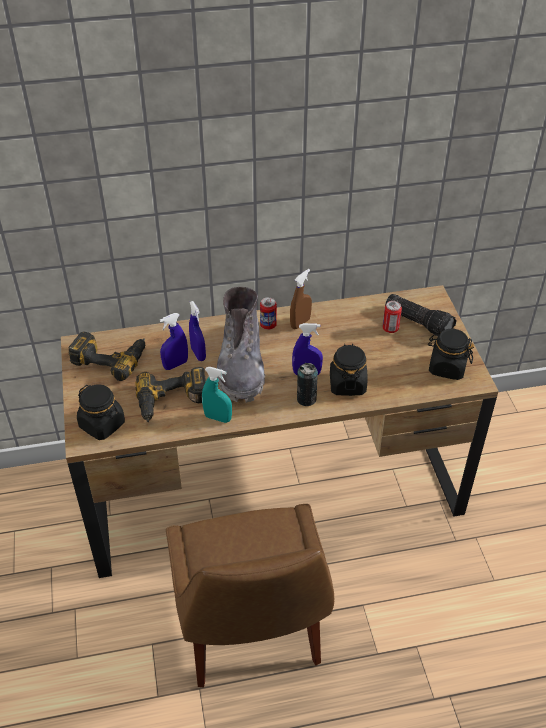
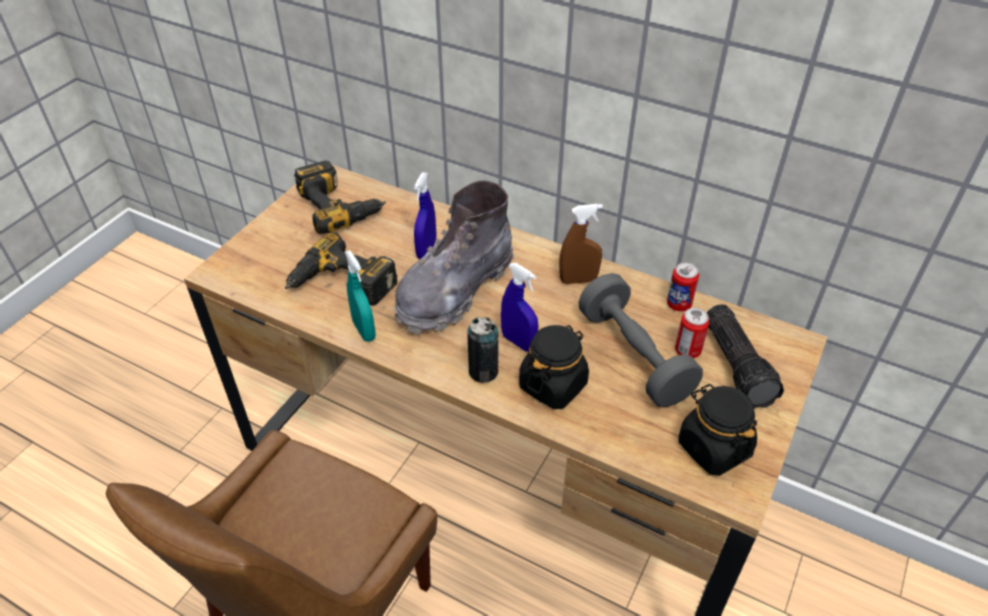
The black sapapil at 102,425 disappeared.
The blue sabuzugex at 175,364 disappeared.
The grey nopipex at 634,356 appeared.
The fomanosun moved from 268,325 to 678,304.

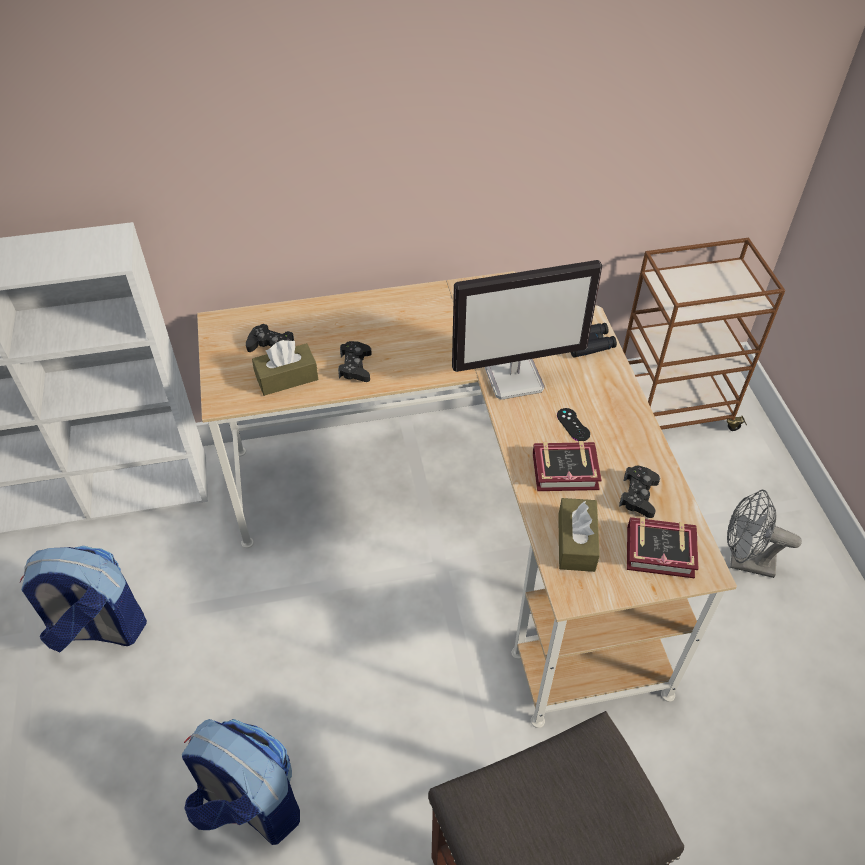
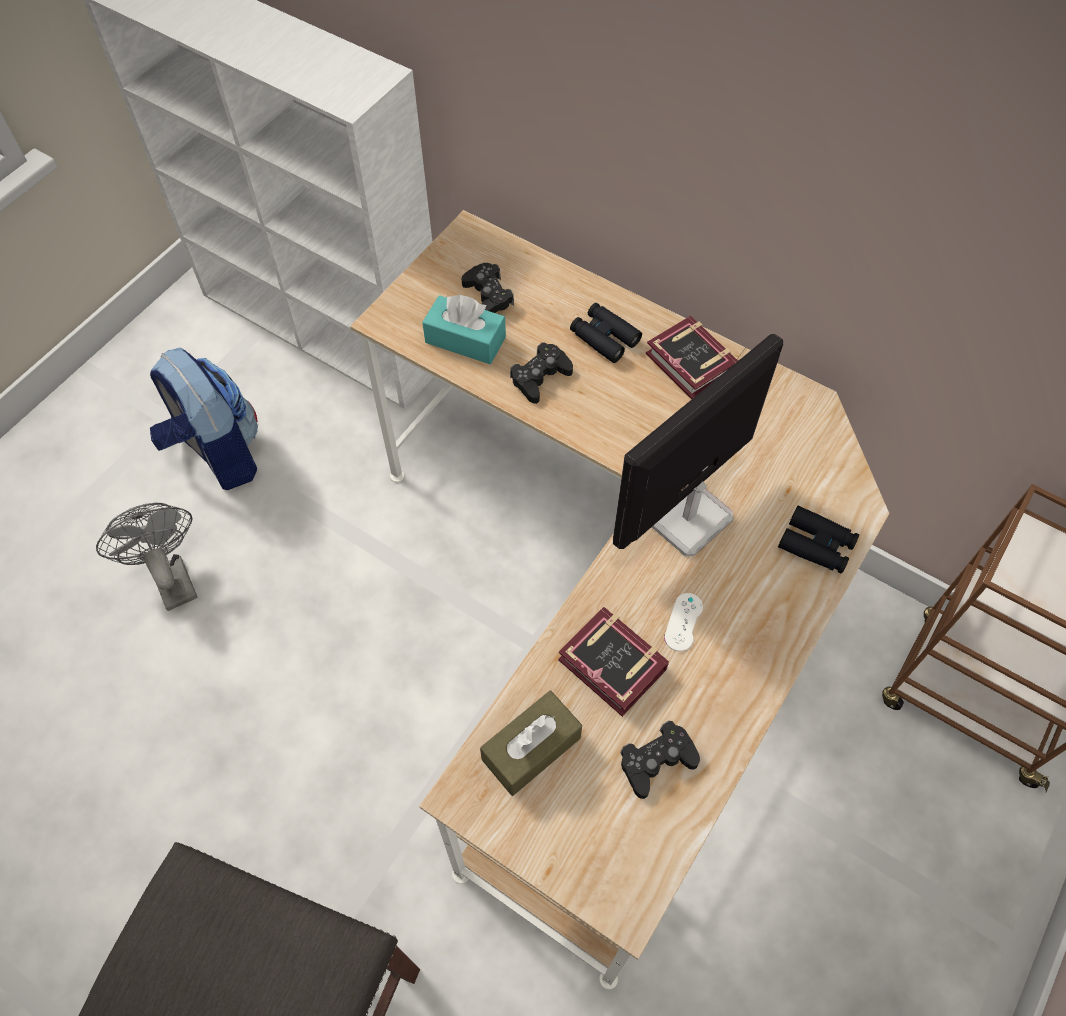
The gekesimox at 250,803 disappeared.
The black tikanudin at 604,337 appeared.
The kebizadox moved from 663,554 to 691,366.
The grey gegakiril moved from 744,562 to 171,577.
The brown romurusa at 287,378 became the turquoise romurusa at 465,340.
The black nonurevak at 573,425 became the white nonurevak at 683,622.
The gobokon at 515,378 turned 105 degrees clockwise.

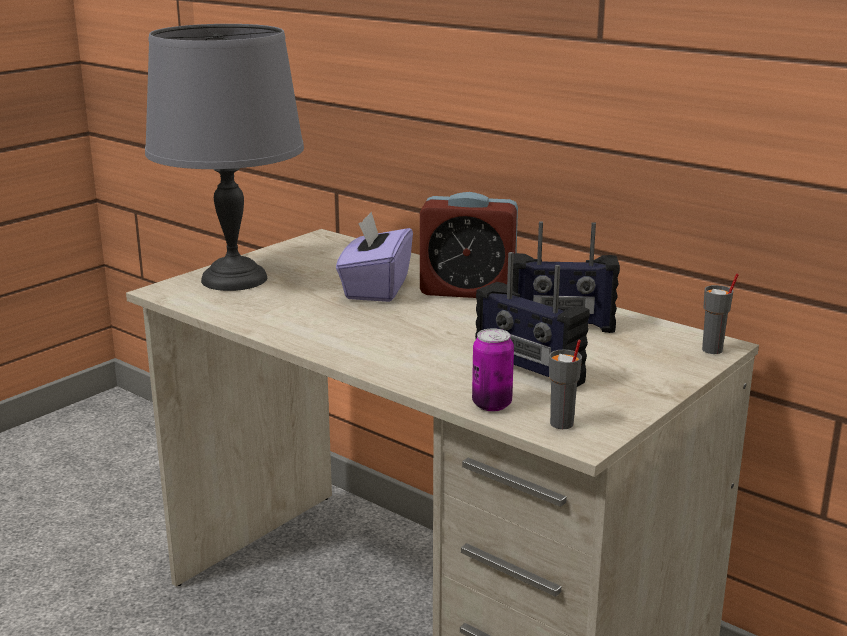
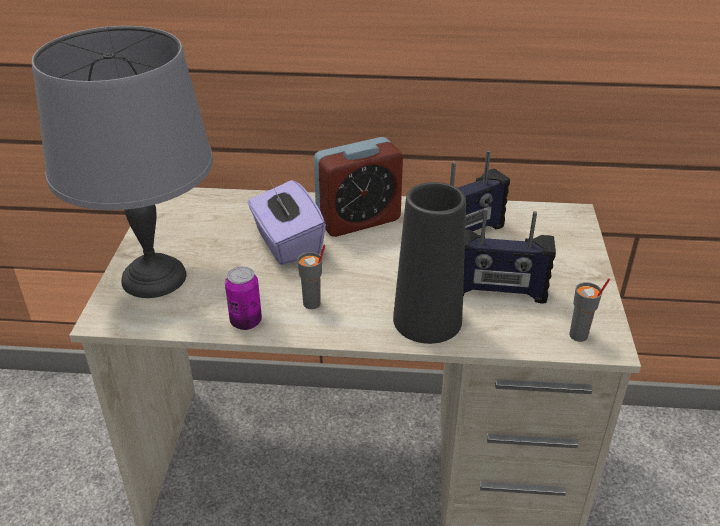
The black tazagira at 427,320 appeared.
The fomanosun moved from 491,404 to 246,322.
The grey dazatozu moved from 712,350 to 312,304.

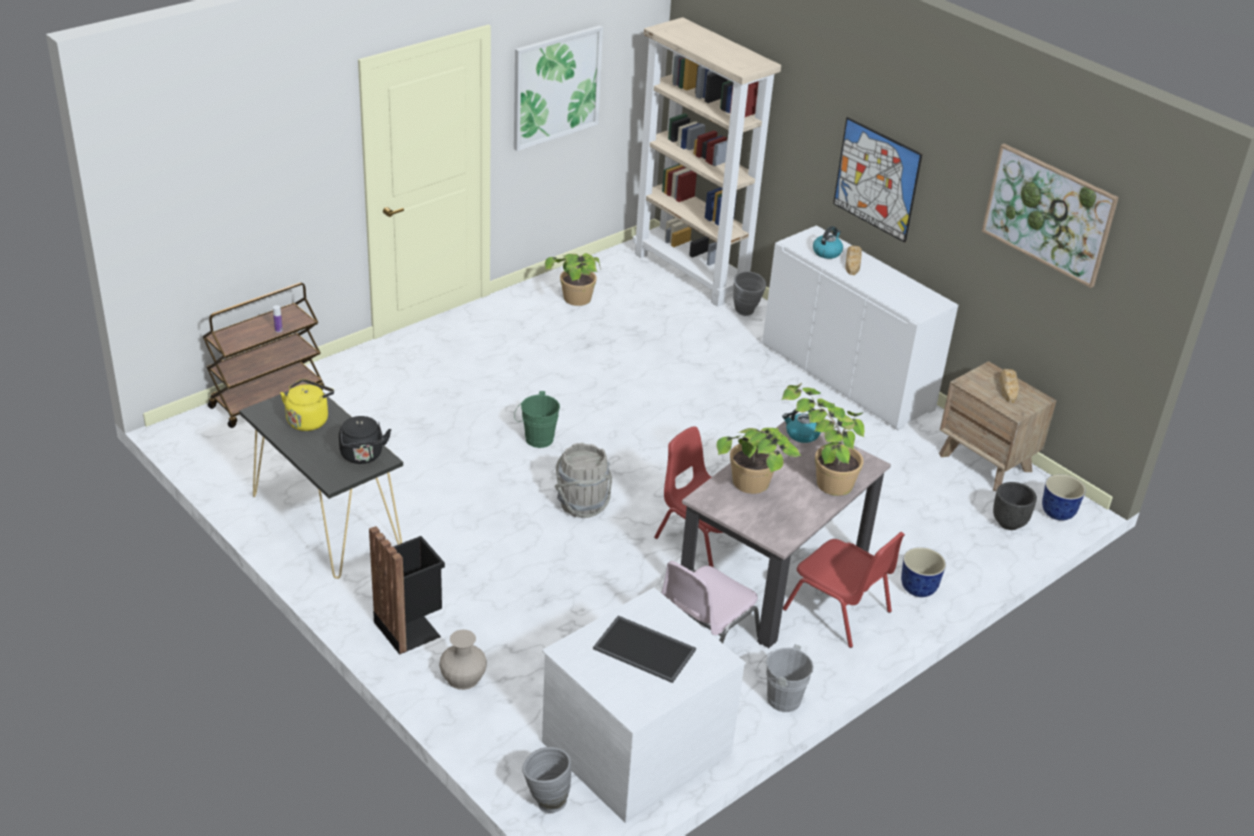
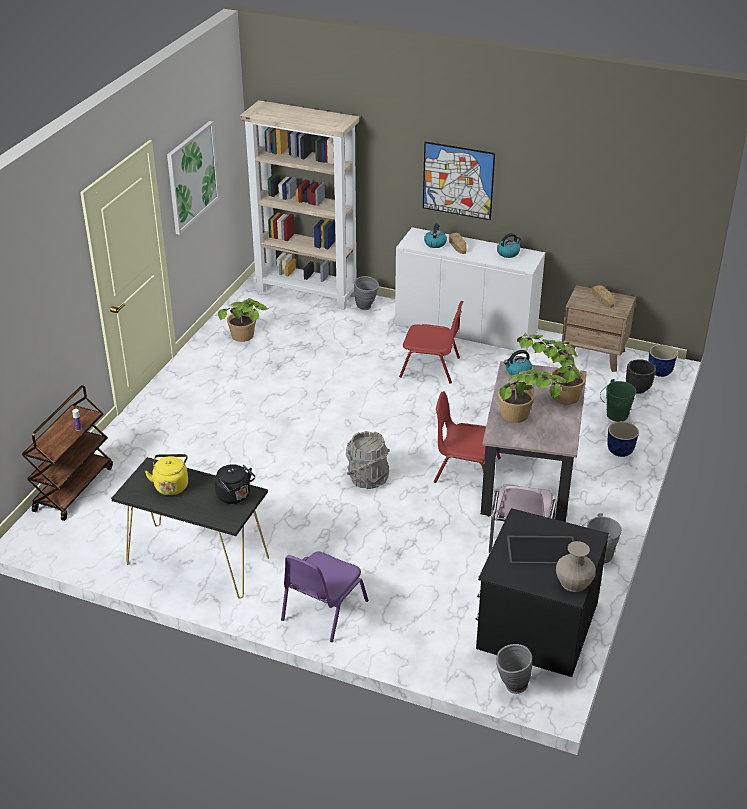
The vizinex at 1049,214 disappeared.
The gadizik at 508,253 appeared.
The beige tazagira moved from 463,678 to 574,582.
The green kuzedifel moved from 536,439 to 615,416.
The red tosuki moved from 839,611 to 431,367.
The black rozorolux at 410,628 was replaced by the purple tosuki at 322,610.
The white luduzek at 635,745 became the black luduzek at 535,624.

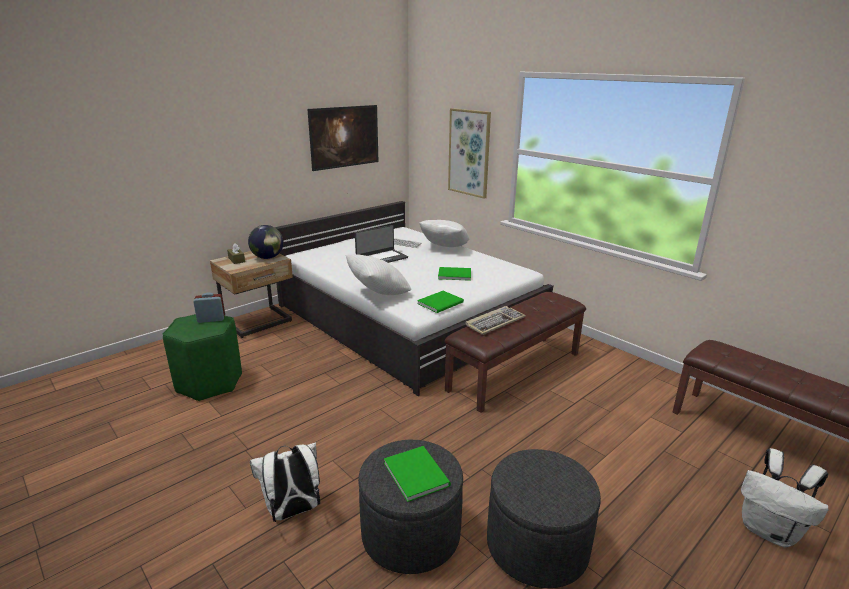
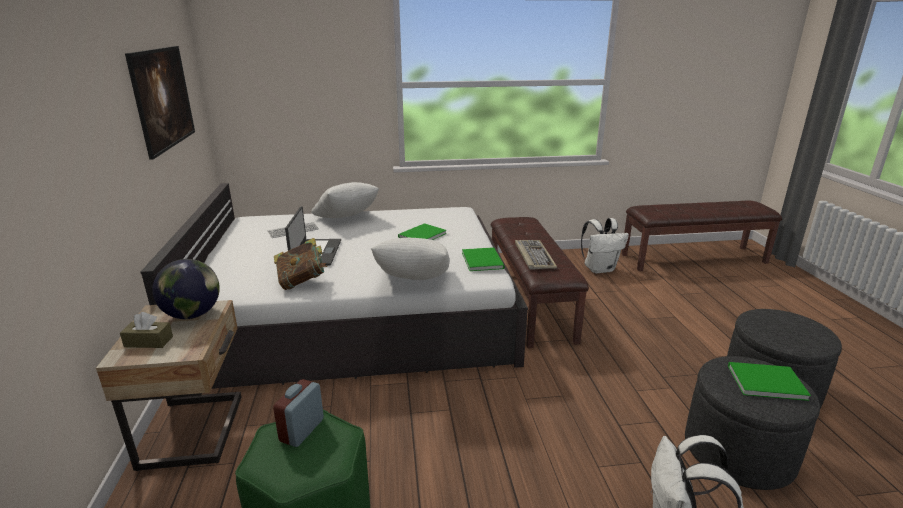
The vizinex at 469,153 disappeared.
The kebizadox at 302,282 appeared.
The white gekesimox moved from 770,531 to 600,269.

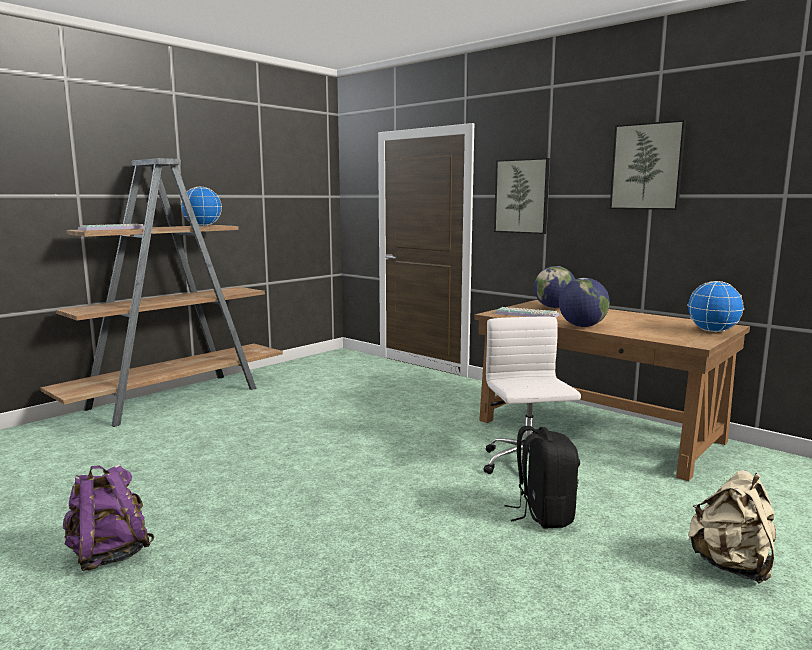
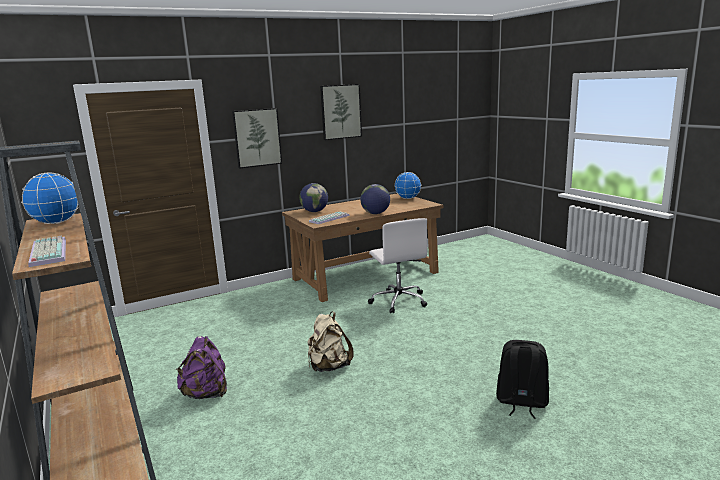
The purple gekesimox moved from 109,555 to 206,393.
The black gekesimox moved from 543,514 to 521,402.
The beige gekesimox moved from 731,566 to 329,367.
The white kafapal at 527,464 turned 120 degrees counterclockwise.

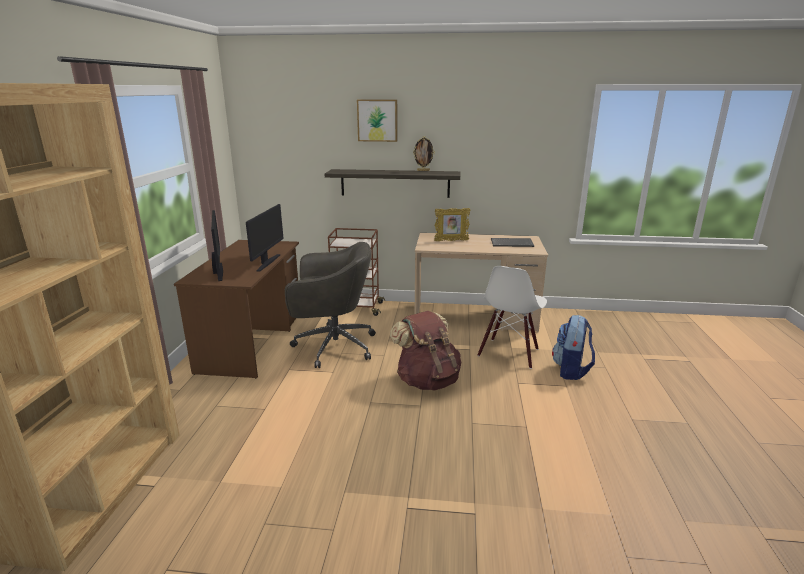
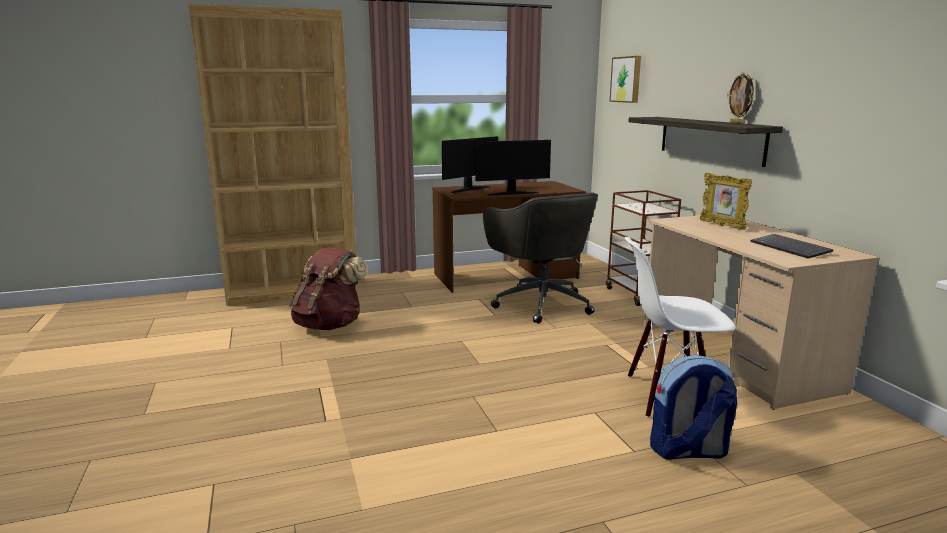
The vizinex moved from 377,120 to 627,79.
The brown gekesimox moved from 427,380 to 329,325.

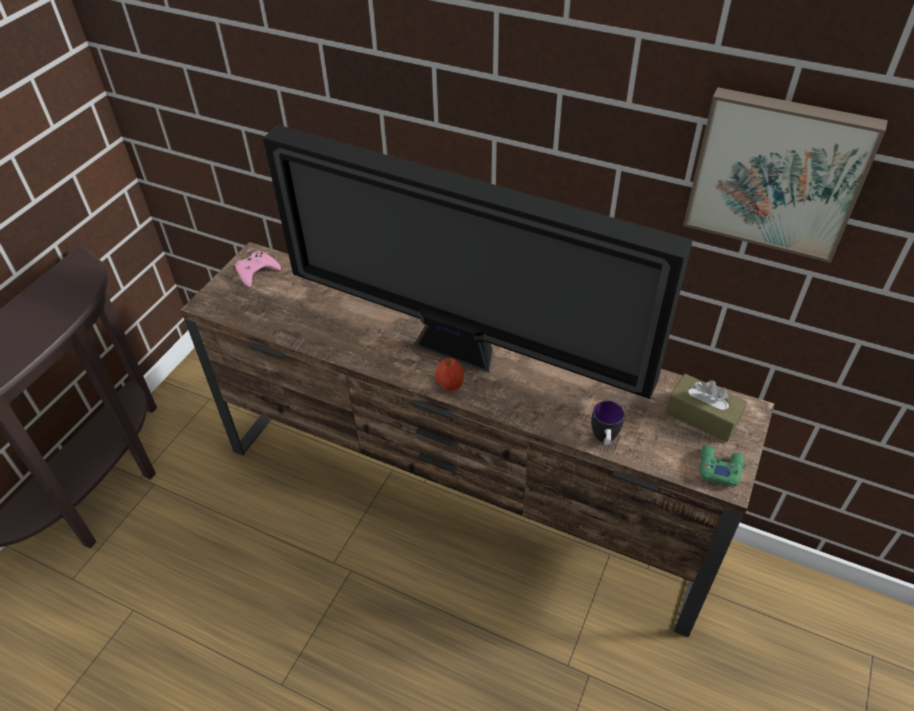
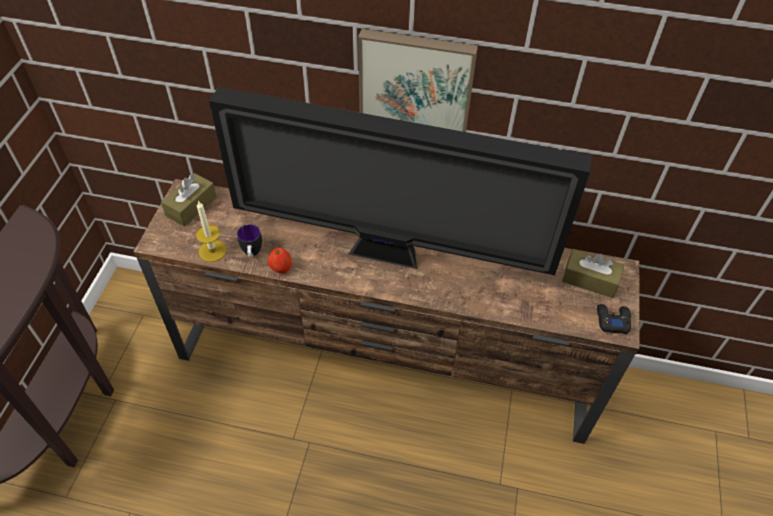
The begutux at 212,251 appeared.
The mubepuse moved from 450,385 to 281,268.
The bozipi moved from 604,440 to 252,254.
The vizinex moved from 777,172 to 416,84.
The pink nonurevak at 256,272 was replaced by the brown romurusa at 191,206.
The green nonurevak at 719,468 became the black nonurevak at 612,320.

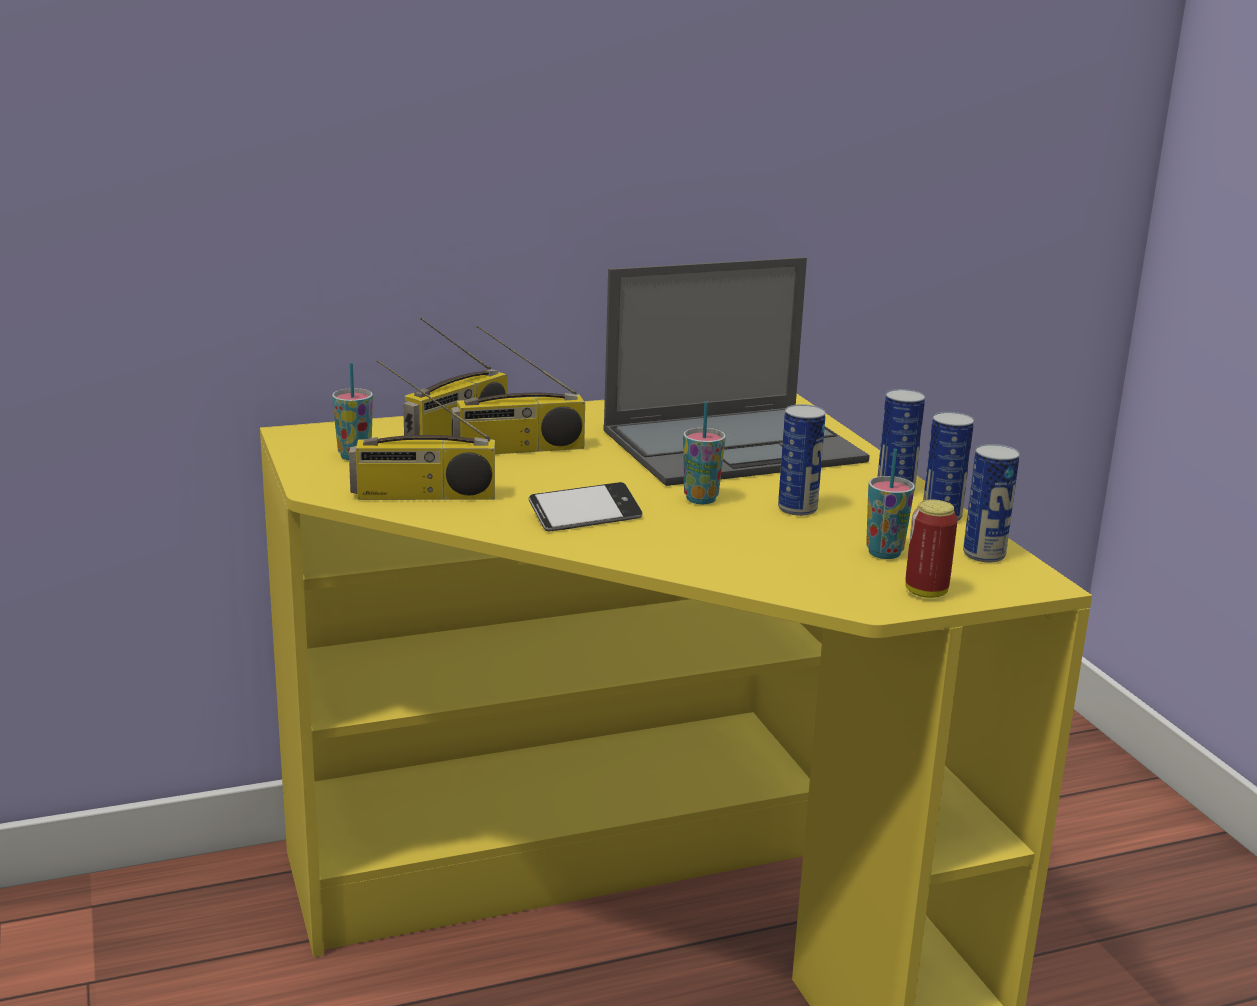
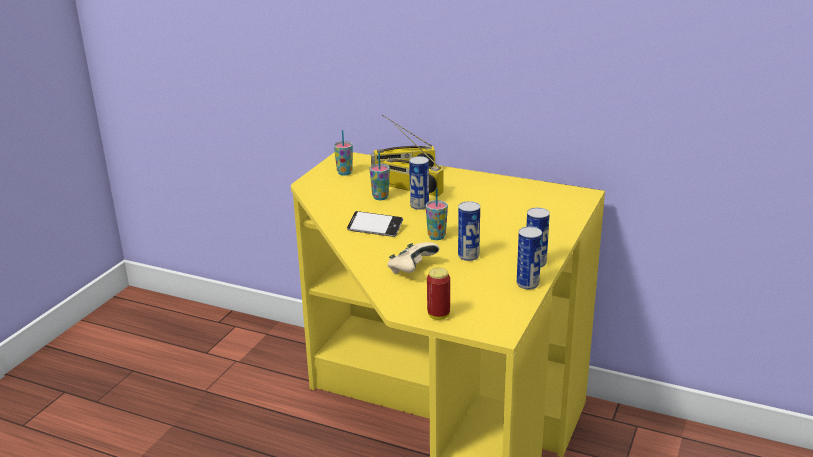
The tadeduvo at 423,495 disappeared.
The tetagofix at 735,446 disappeared.
The beige nonurevak at 412,270 appeared.
The dazatozu moved from 884,553 to 380,197.
The fomanosun moved from 984,554 to 419,206.

